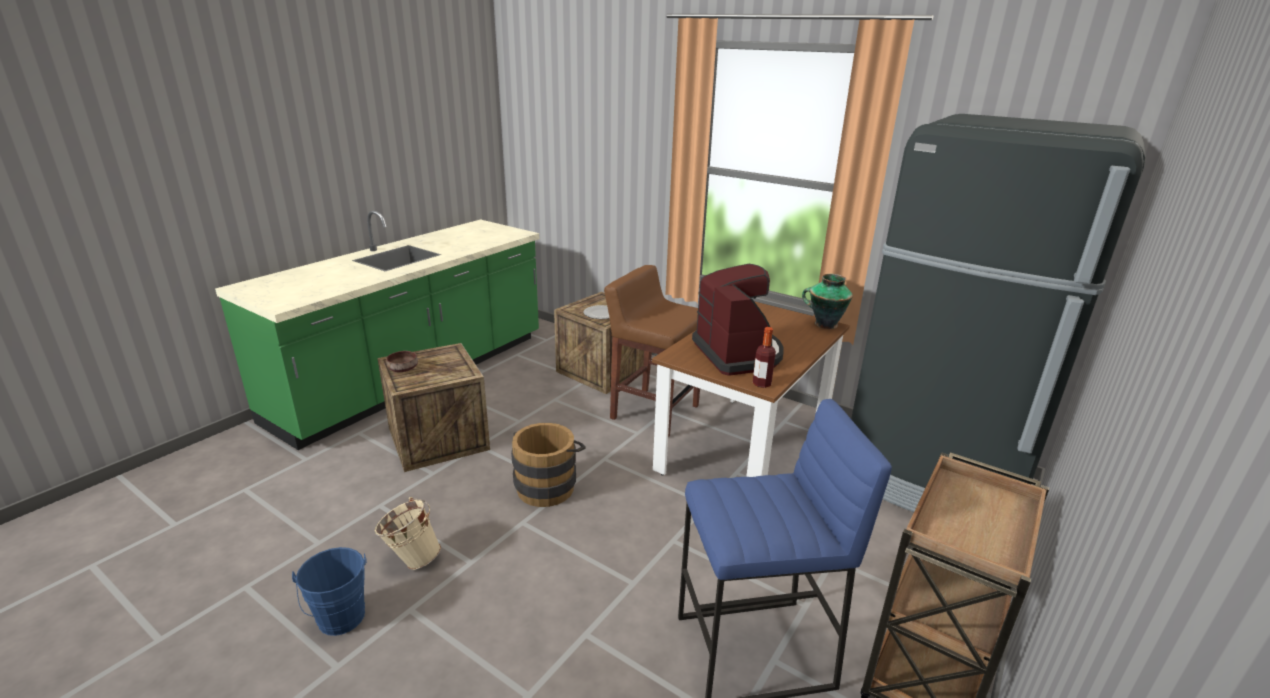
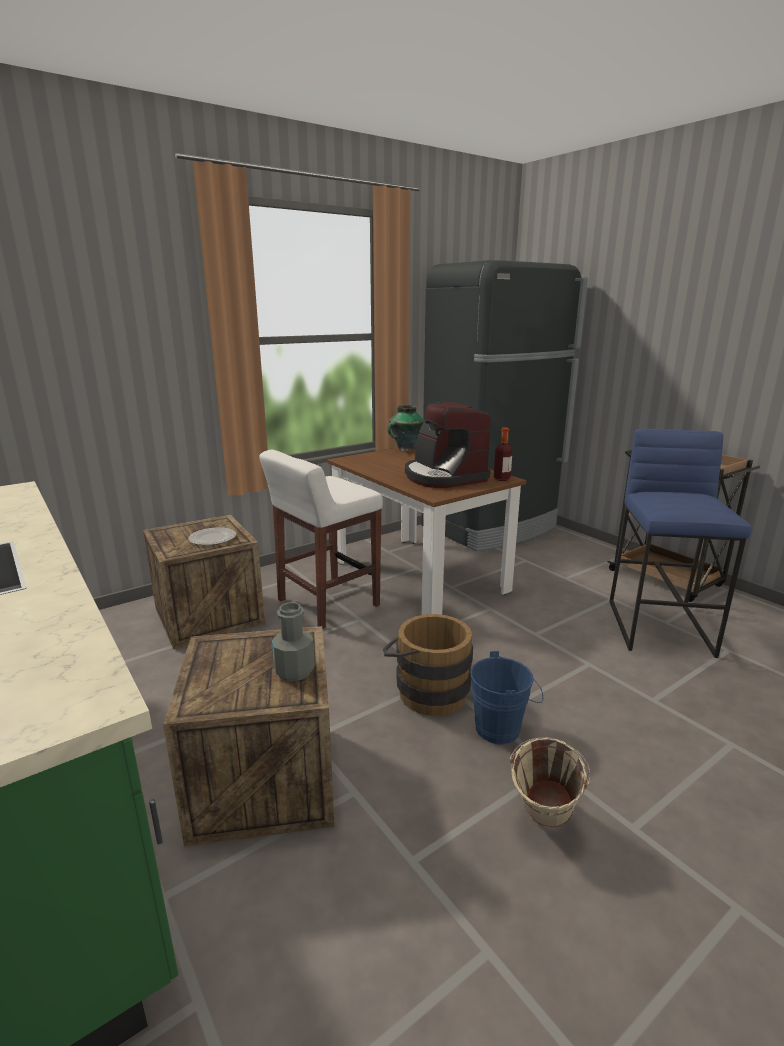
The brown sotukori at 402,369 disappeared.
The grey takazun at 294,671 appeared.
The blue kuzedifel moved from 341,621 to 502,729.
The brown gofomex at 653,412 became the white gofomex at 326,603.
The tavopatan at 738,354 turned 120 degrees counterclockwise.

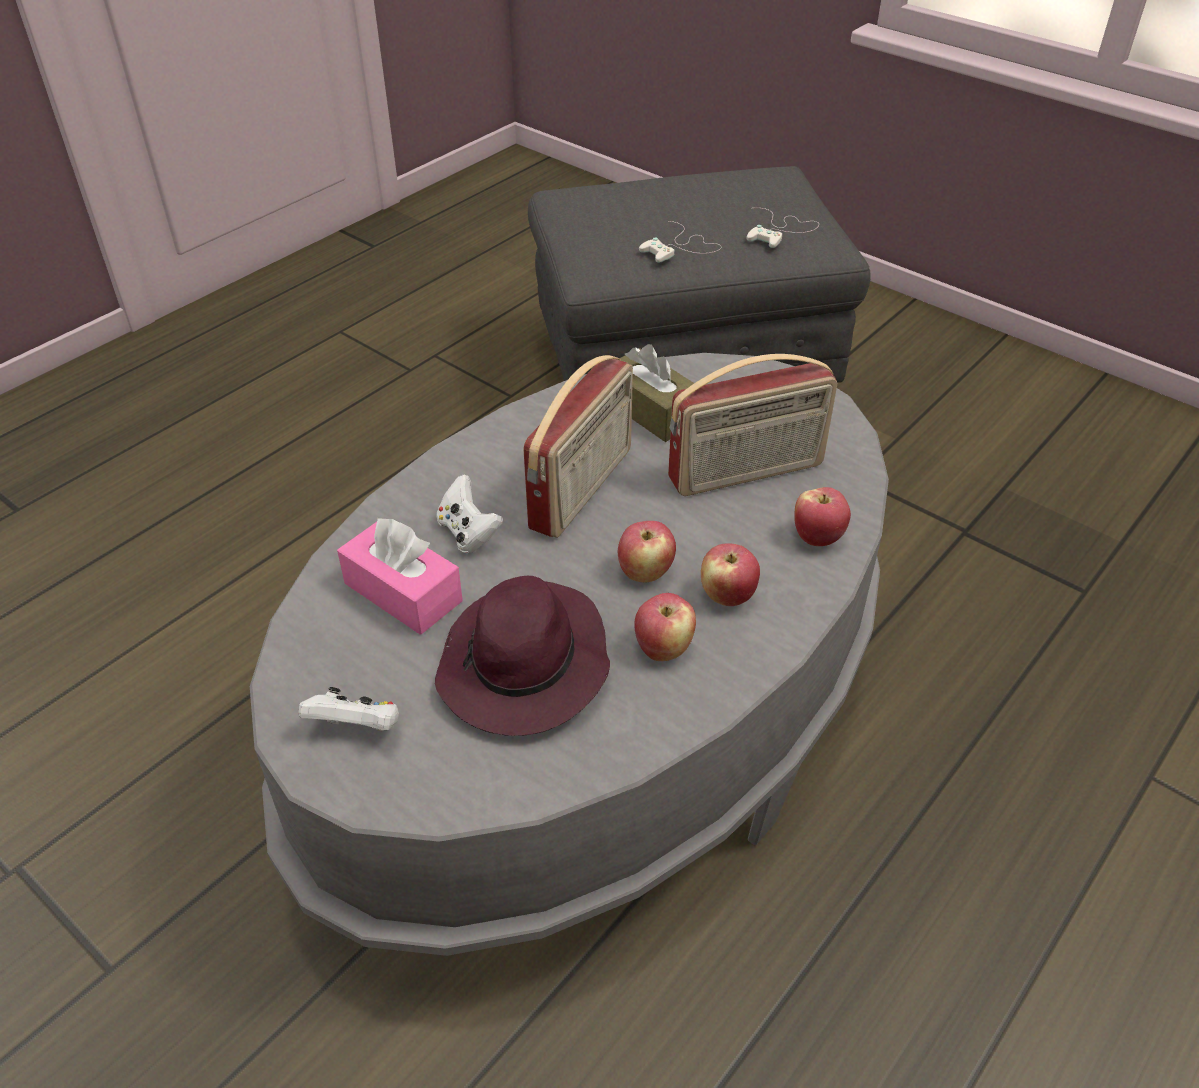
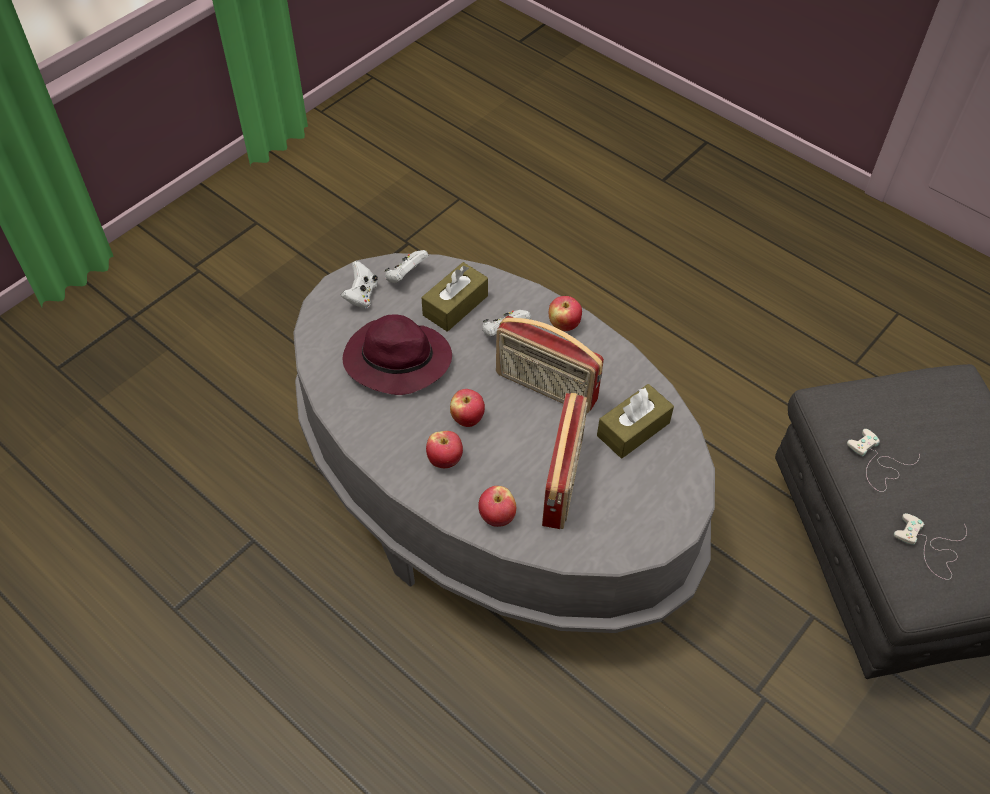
The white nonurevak at 405,276 appeared.
The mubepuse moved from 663,648 to 564,324.
The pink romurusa at 403,592 became the brown romurusa at 455,305.
The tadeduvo at 747,474 turned 150 degrees counterclockwise.

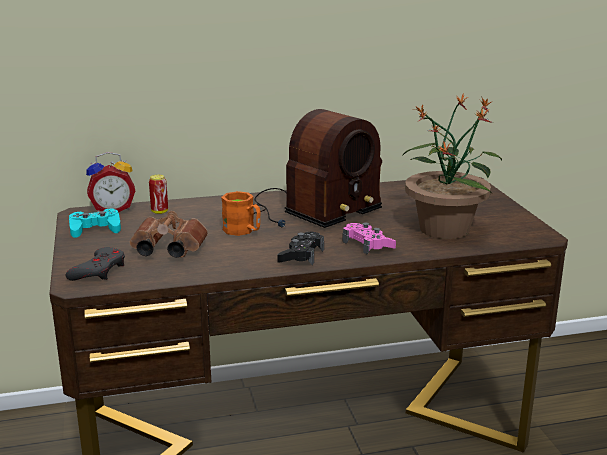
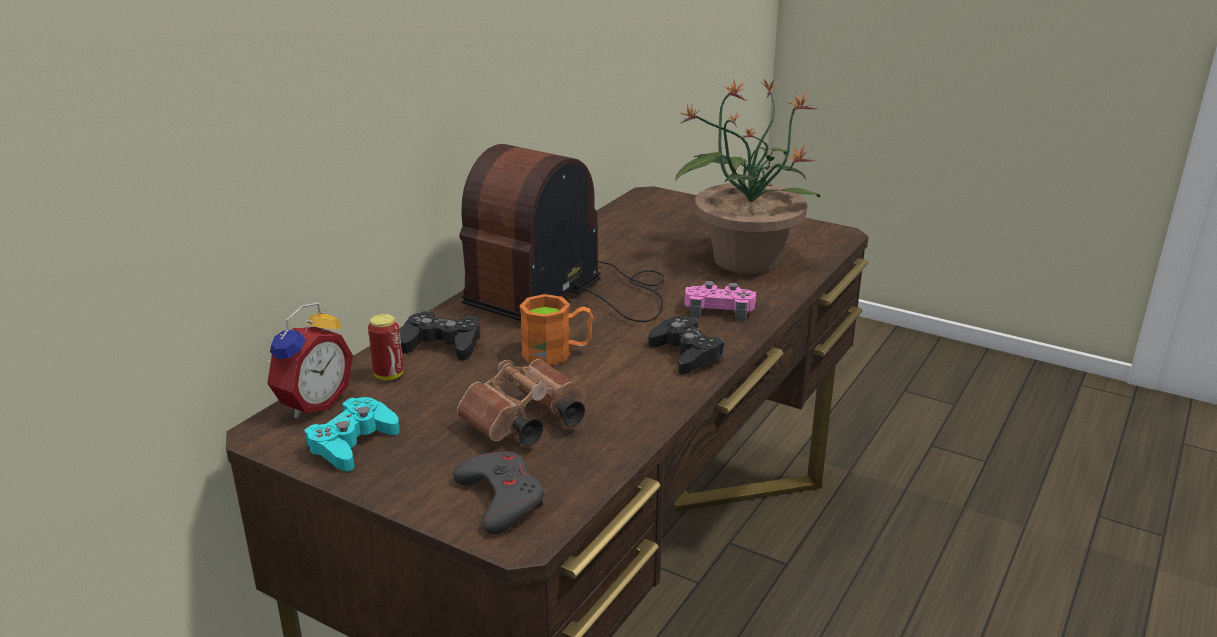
The black nonurevak at 442,344 appeared.
The tadeduvo at 308,210 turned 150 degrees counterclockwise.

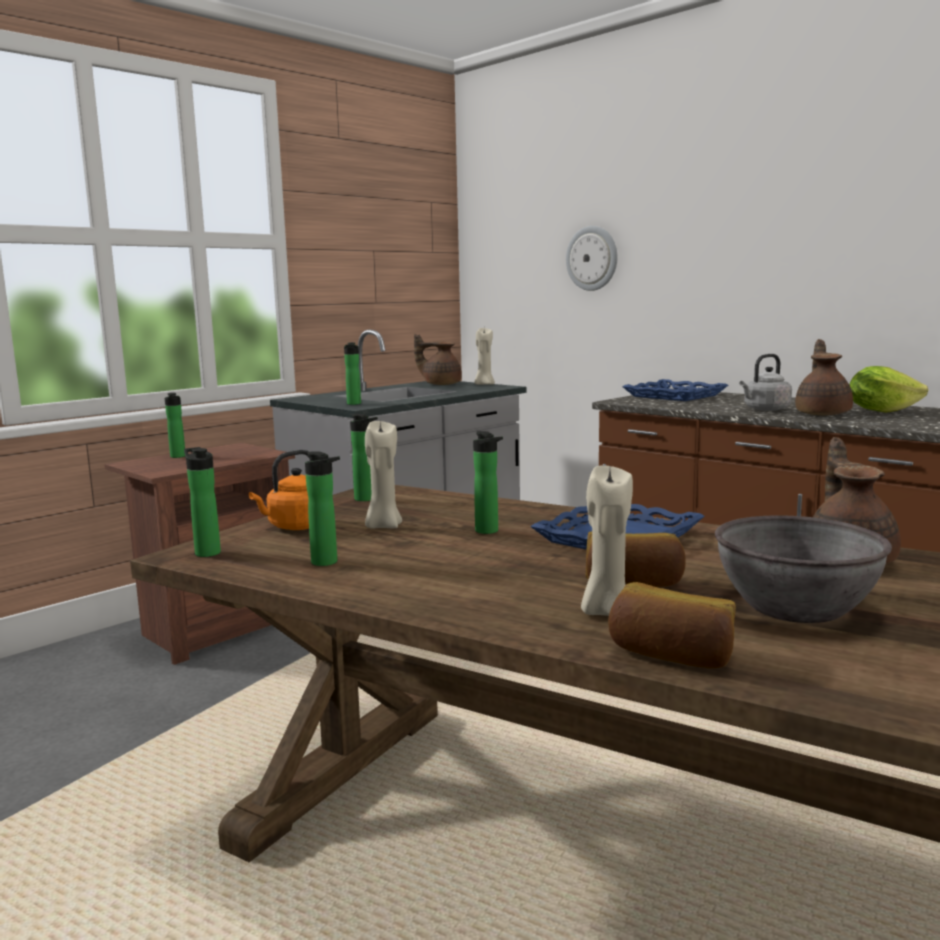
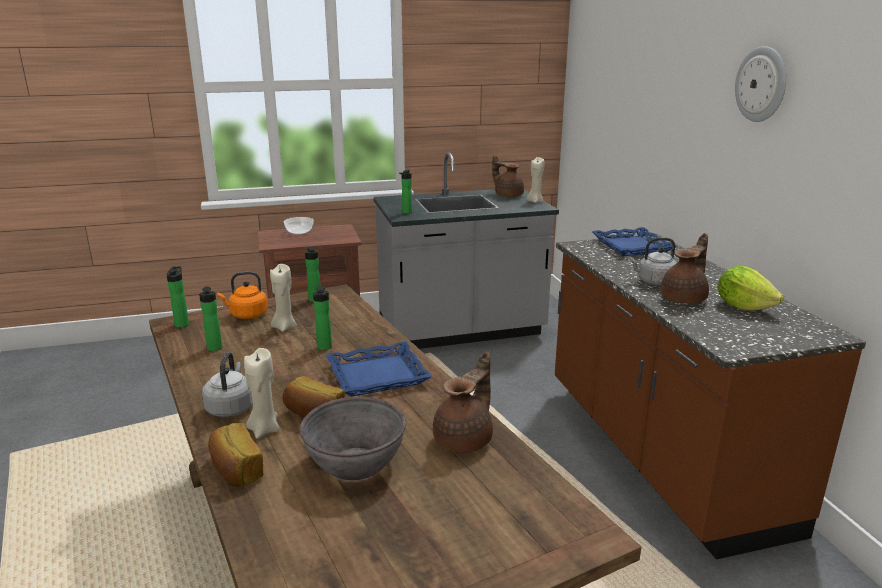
The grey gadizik at 231,407 appeared.
The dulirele moved from 592,258 to 761,84.
The takazun at 178,457 was replaced by the sotukori at 299,232.

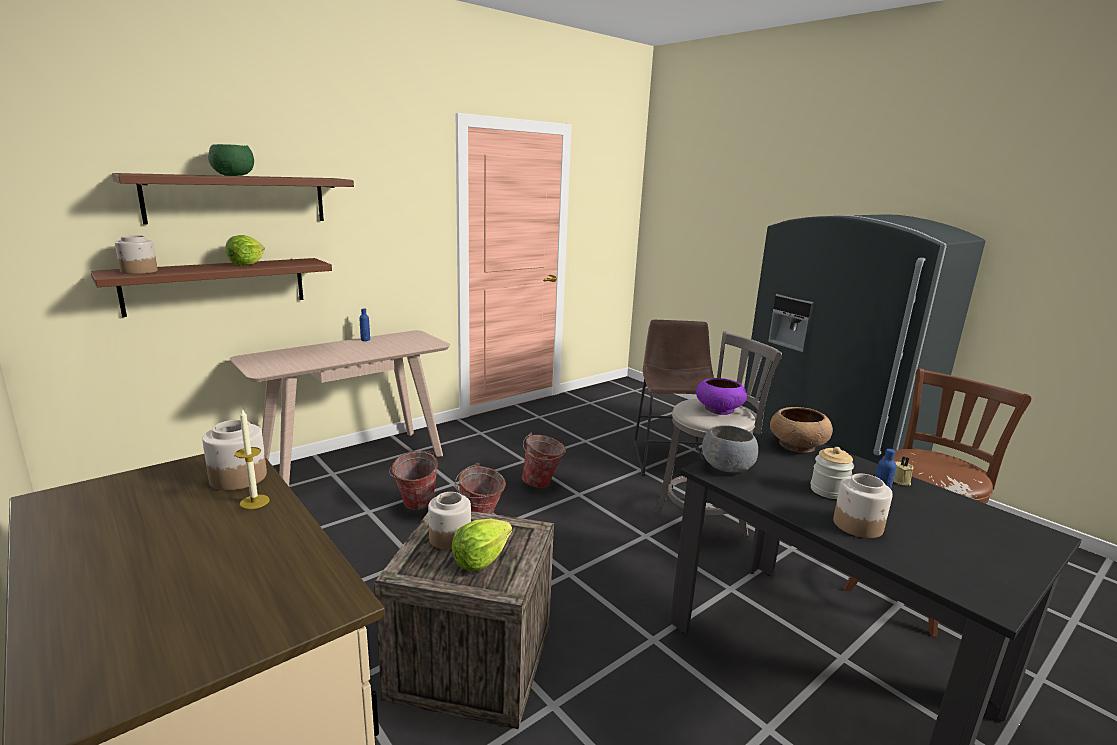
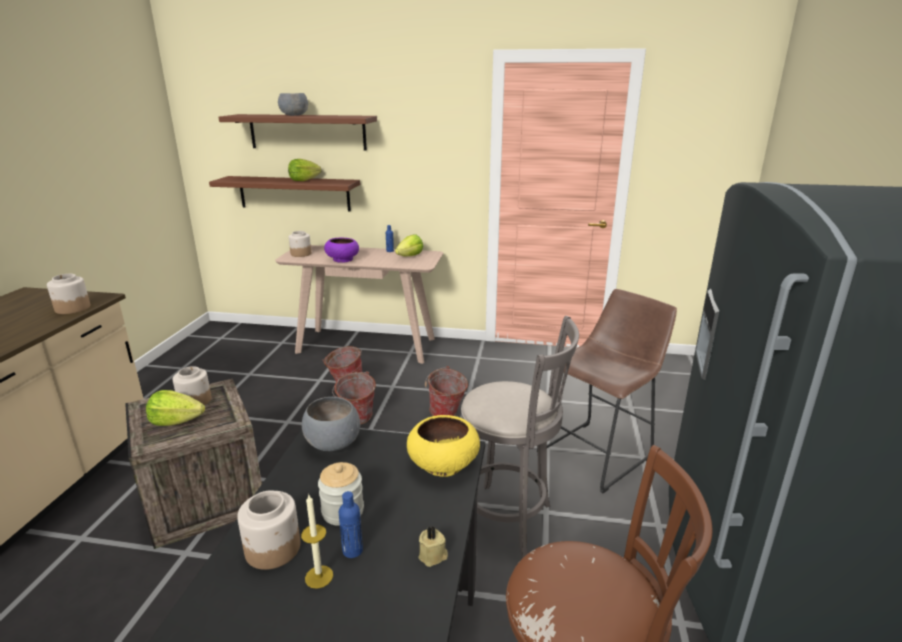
The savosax at 410,256 appeared.
The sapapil moved from 139,271 to 300,254.
The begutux moved from 254,502 to 319,576.
The purple sotukori moved from 718,409 to 342,259.
The green sotukori at 233,176 became the grey sotukori at 294,115.
The brown sotukori at 796,446 became the yellow sotukori at 442,464.

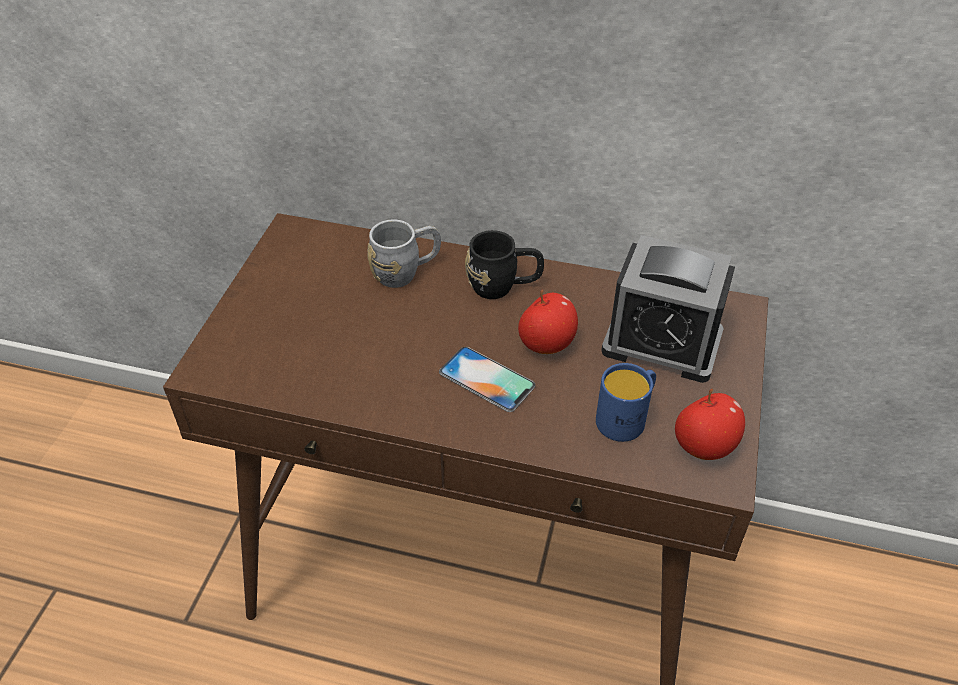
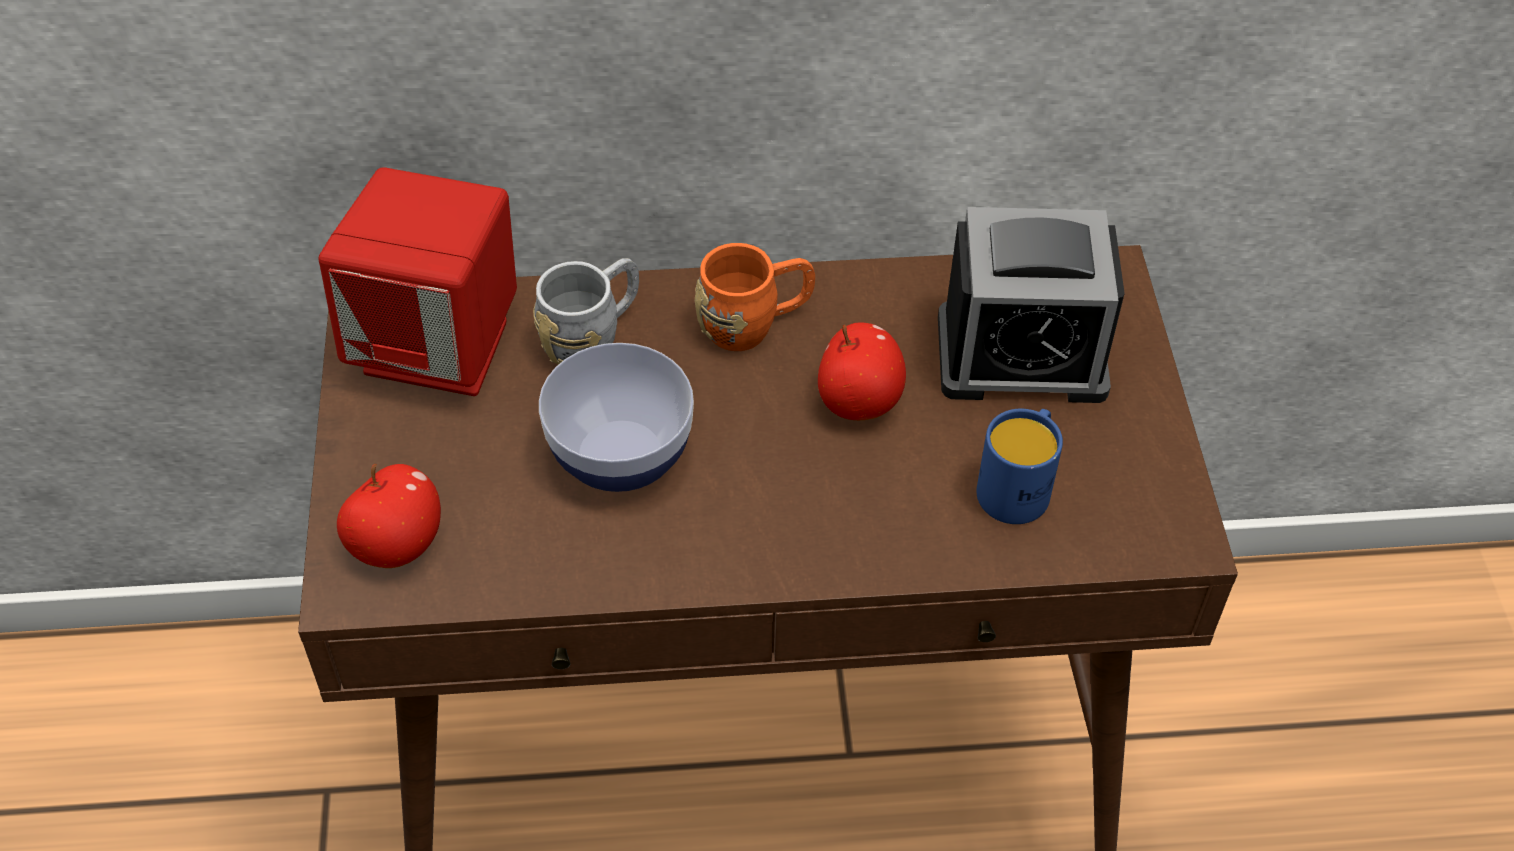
The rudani at 486,379 disappeared.
The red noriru at 439,346 appeared.
The sotukori at 620,457 appeared.
The mubepuse moved from 704,446 to 397,544.
The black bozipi at 503,286 became the orange bozipi at 754,324.

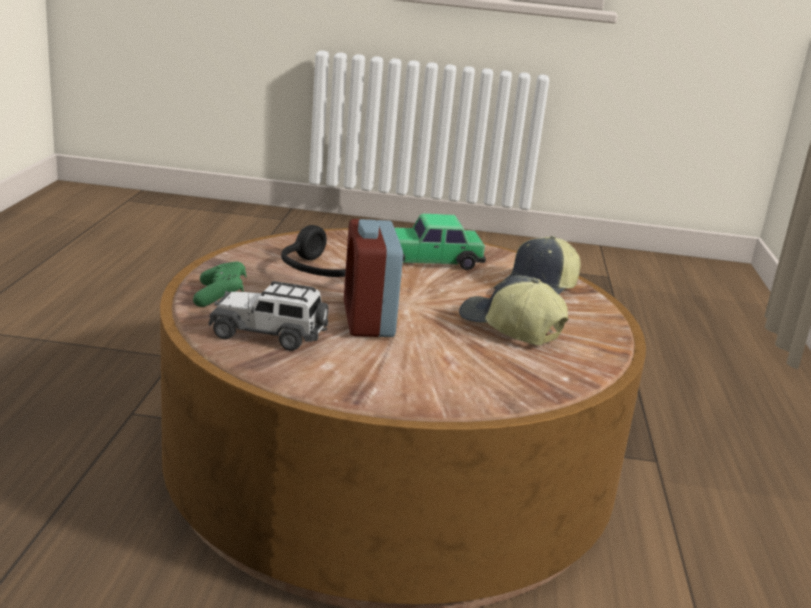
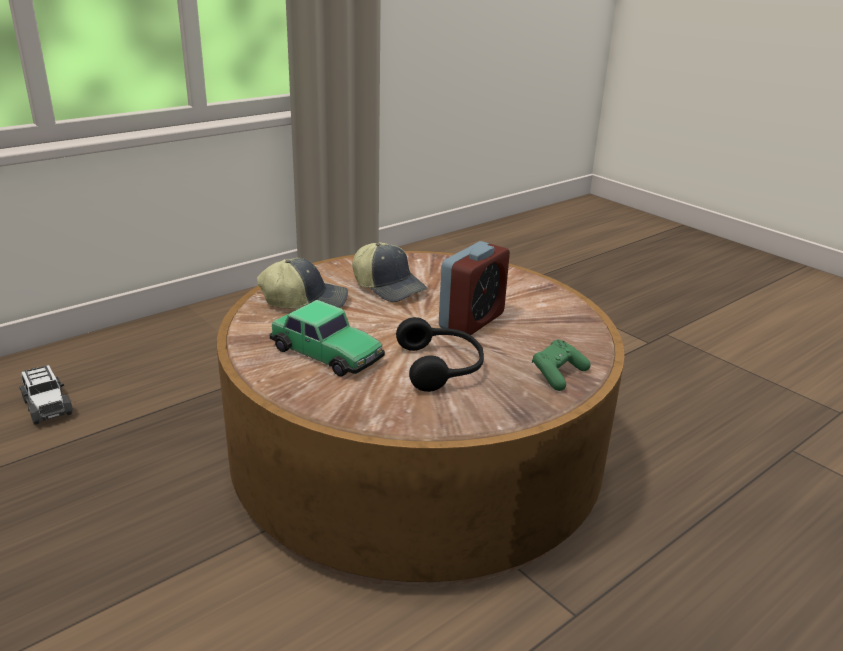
The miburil moved from 268,334 to 47,406.
The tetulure at 509,328 turned 45 degrees counterclockwise.

